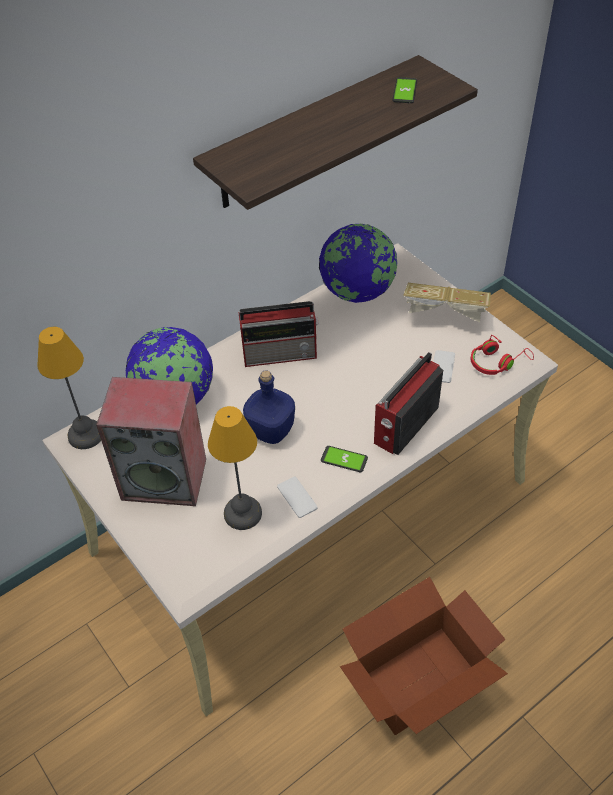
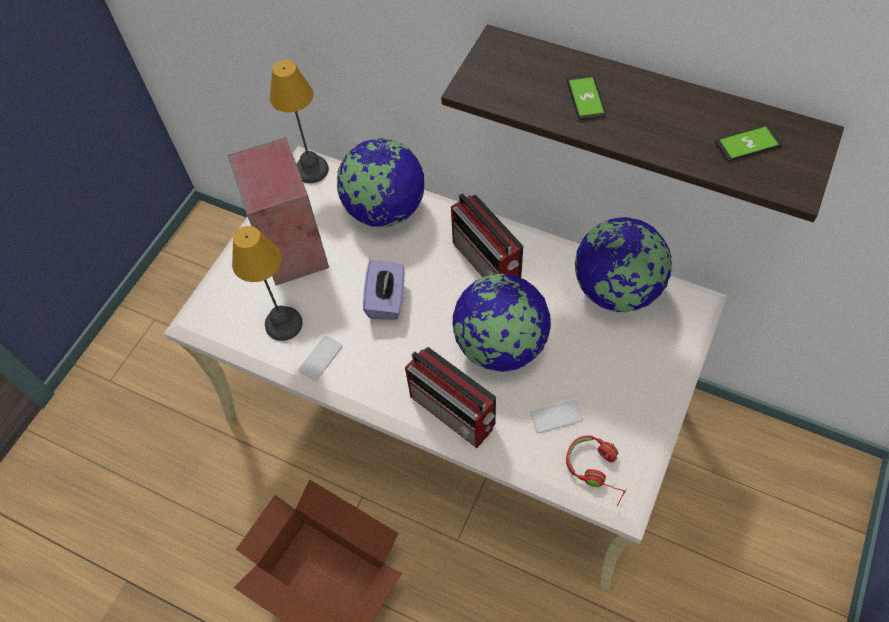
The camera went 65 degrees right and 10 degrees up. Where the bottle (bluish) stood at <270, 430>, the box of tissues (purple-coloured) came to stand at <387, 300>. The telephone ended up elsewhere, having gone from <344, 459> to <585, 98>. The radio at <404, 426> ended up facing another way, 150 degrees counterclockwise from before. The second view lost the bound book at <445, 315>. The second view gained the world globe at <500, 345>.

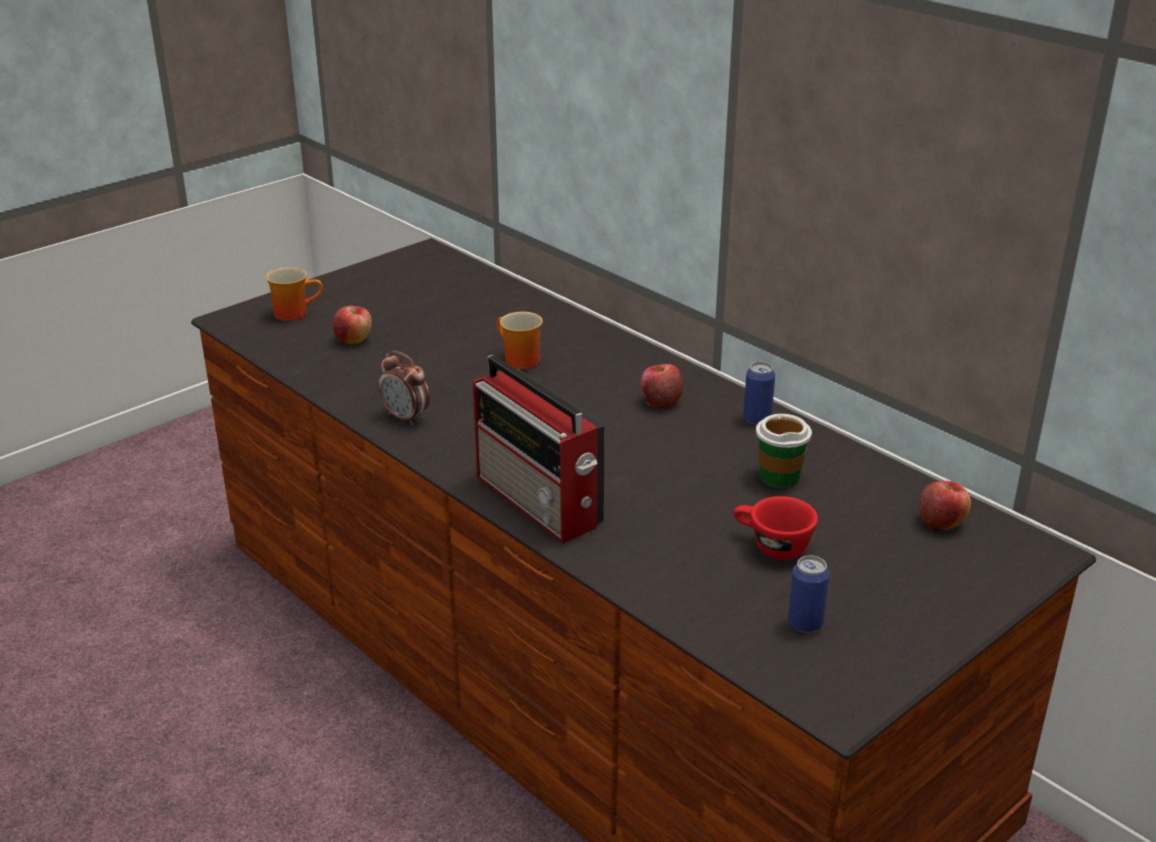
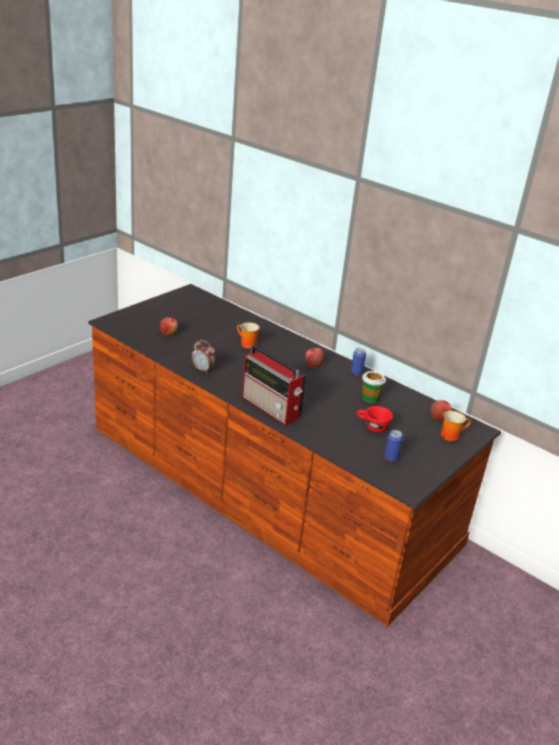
The camera went 10 degrees left and 0 degrees up. The coffee mug ended up elsewhere, having gone from <295, 313> to <451, 435>.

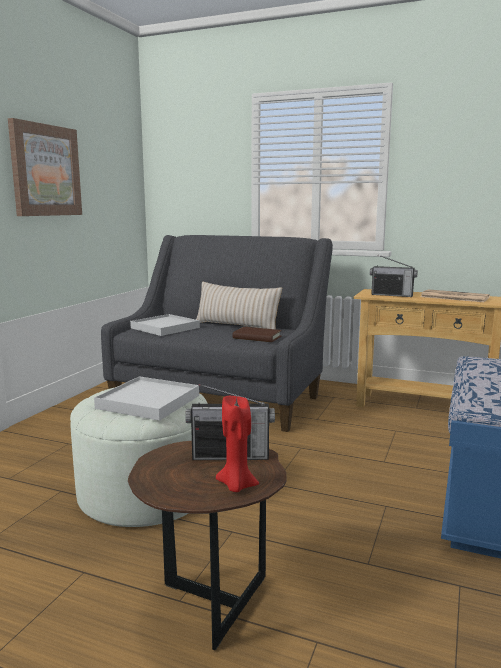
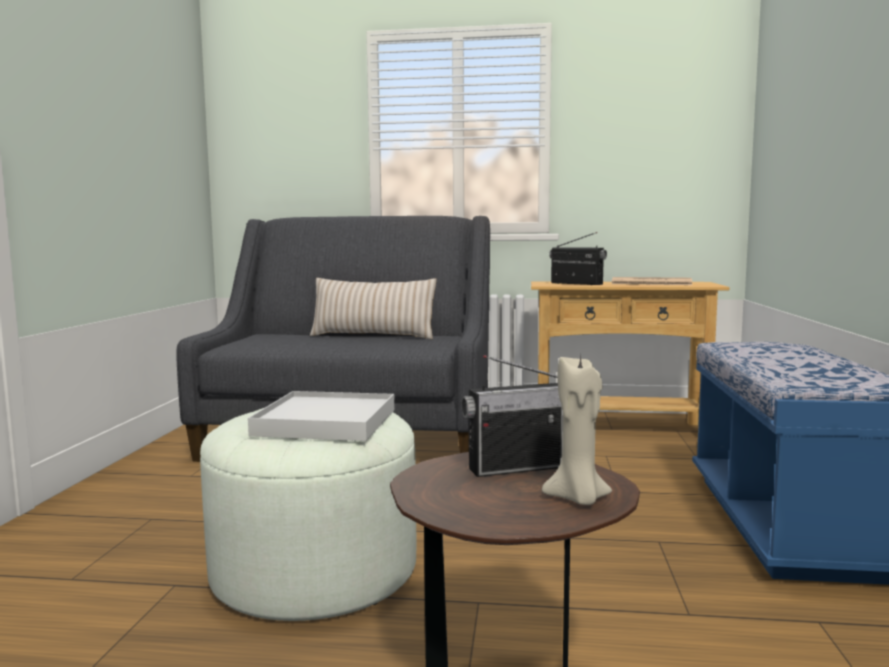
The camera went 15 degrees left and 5 degrees down. The second view lost the wall picture at <45, 170>. The second view lost the serving tray (white-coloured) at <165, 328>. What was the wax light (reddish) at <236, 486> turned into the wax light (beige) at <578, 499>. The second view lost the bound book (brown) at <257, 337>. The radio at <392, 295> ended up facing another way, 150 degrees counterclockwise from before.

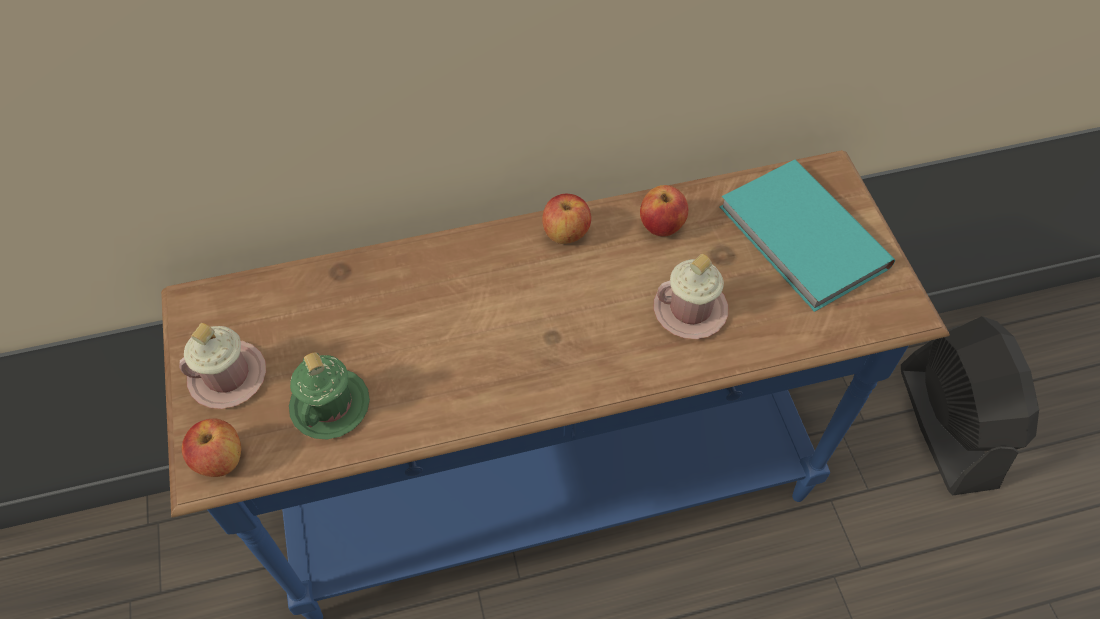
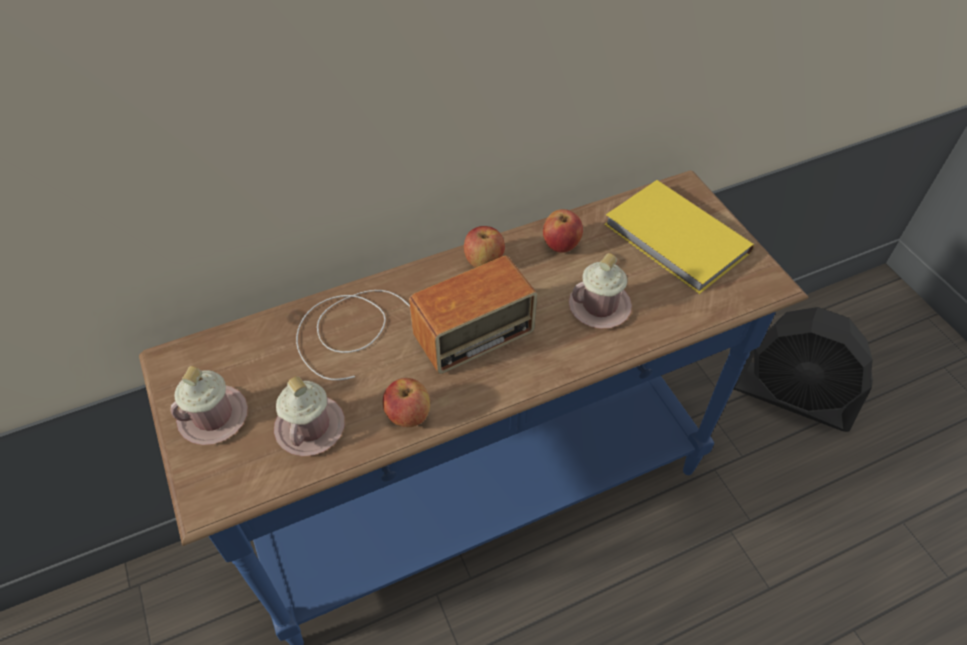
The camera went 10 degrees left and 5 degrees down. The whole apple ended up elsewhere, having gone from <220, 460> to <408, 415>. What was the coffee mug (green-coloured) at <330, 405> turned into the coffee mug (pink-coloured) at <310, 427>. What was the bound book (turquoise) at <801, 240> turned into the bound book (yellow-coloured) at <675, 241>. The cooling fan (blackish) at <946, 425> ended up facing another way, 135 degrees clockwise from before. The second view gained the radio at <404, 330>.

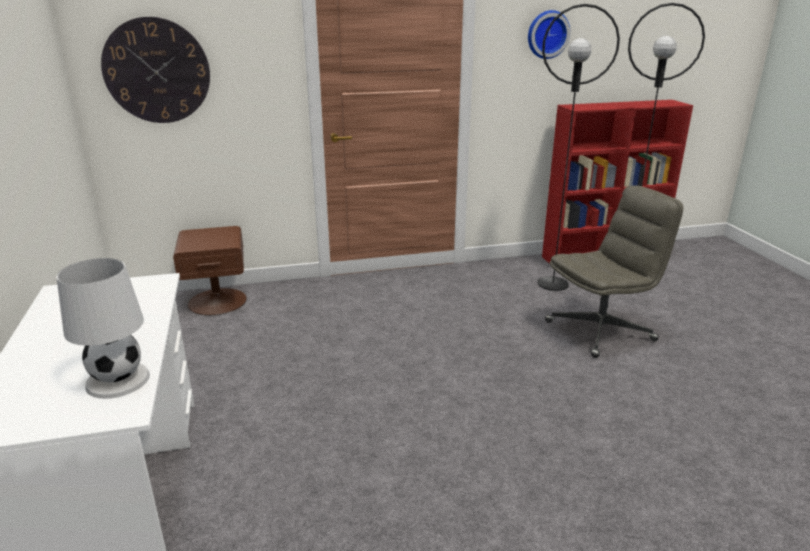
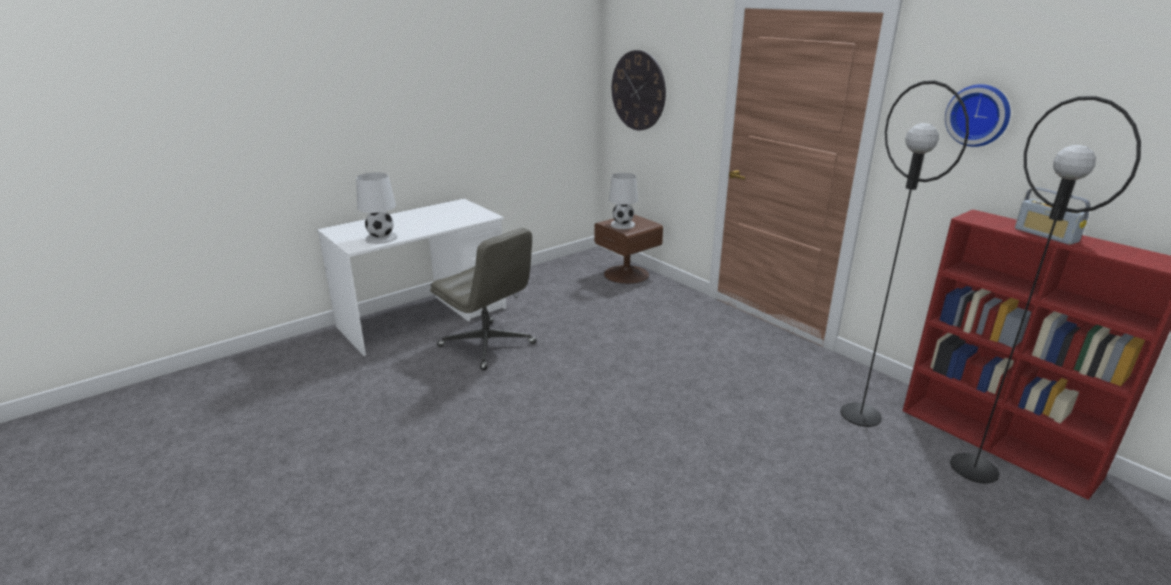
The camera went 65 degrees right and 0 degrees up. The computer chair (grey) ended up elsewhere, having gone from <600, 330> to <488, 345>. The second view gained the table lamp (white-coloured) at <622, 225>. The second view gained the radio at <1046, 235>.

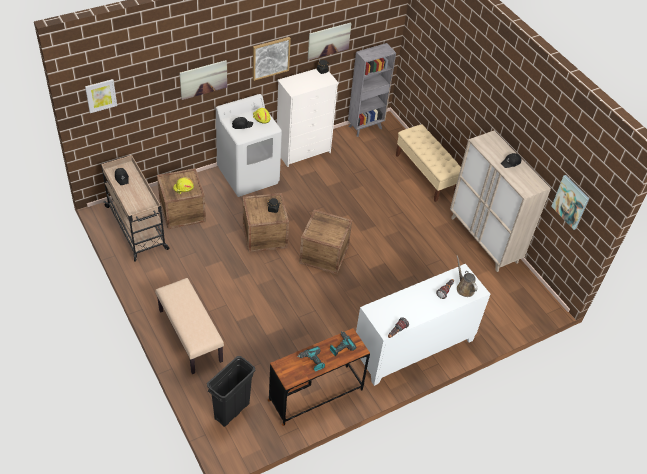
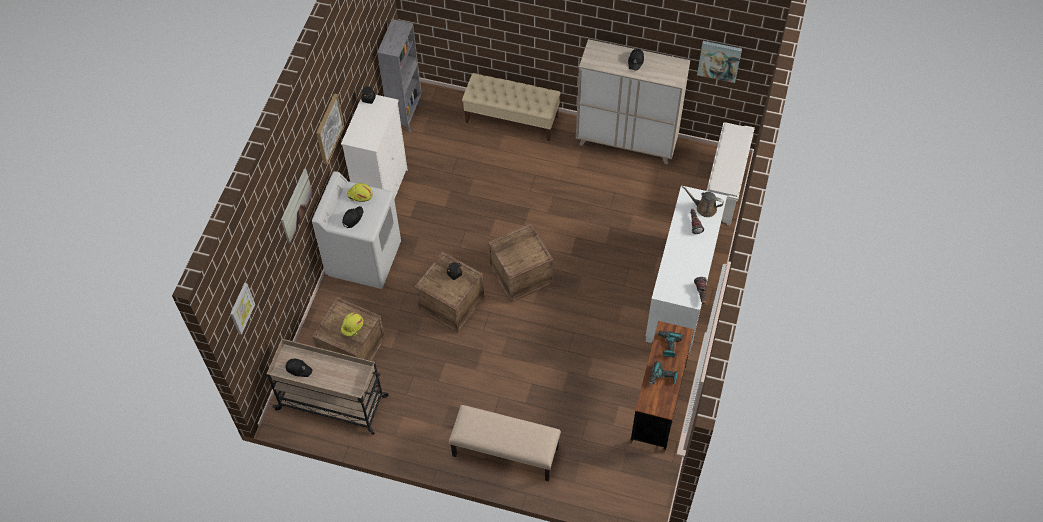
The camera went 40 degrees left and 10 degrees up. The second view lost the rubbish bin (blackish) at <231, 411>. The second view lost the wall picture at <329, 41>. The second view gained the shoe shelf (white-coloured) at <724, 189>.

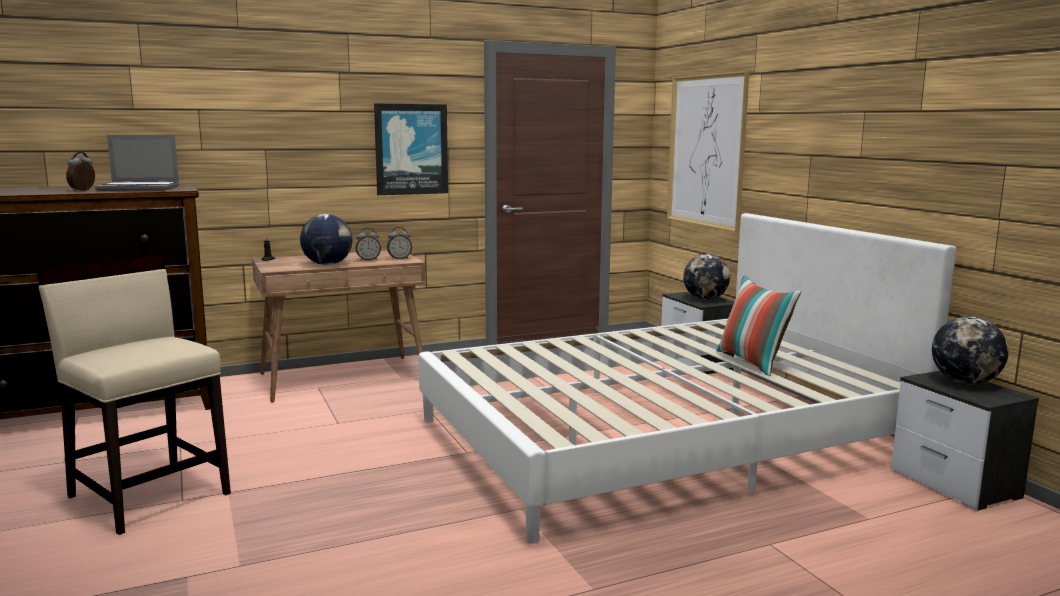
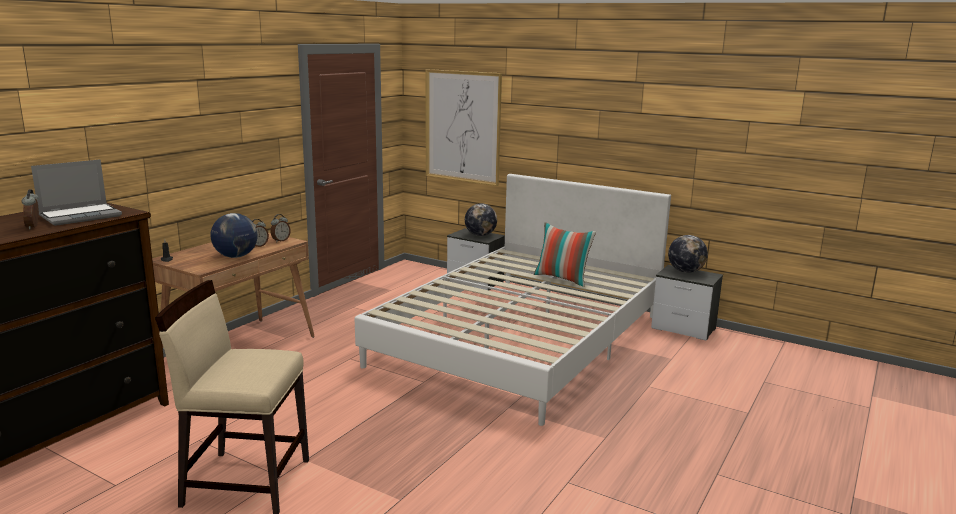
The camera went 35 degrees left and 5 degrees up. The second view lost the wall picture at <411, 149>.

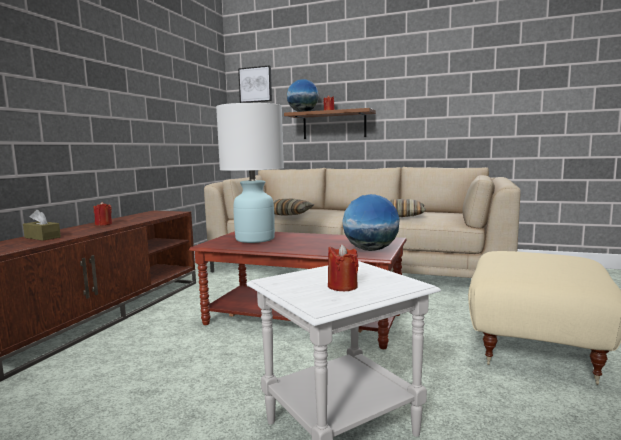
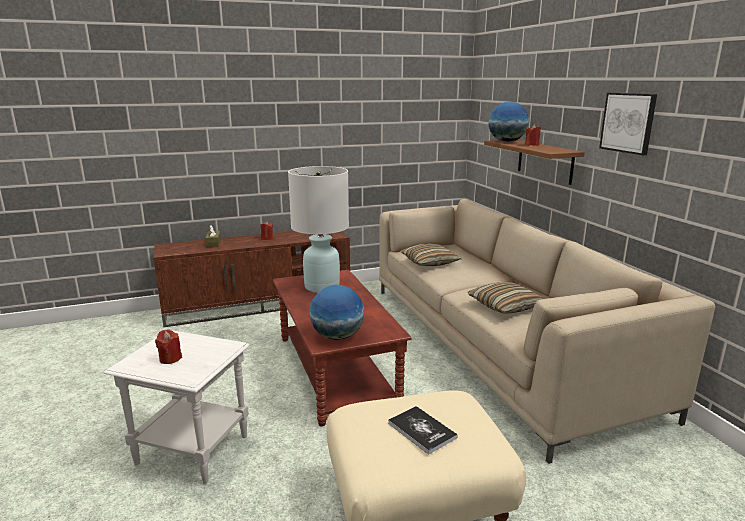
The camera went 50 degrees right and 10 degrees up. The wall picture ended up elsewhere, having gone from <255, 84> to <628, 122>. The second view gained the bound book at <422, 430>.

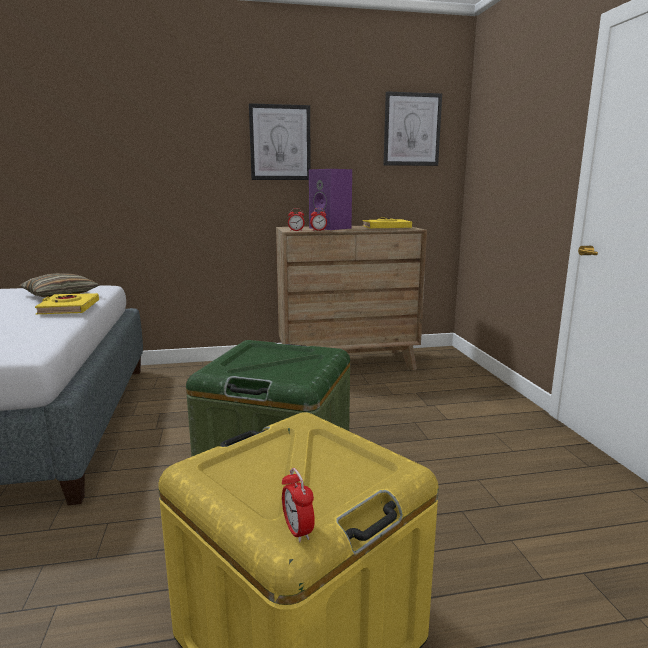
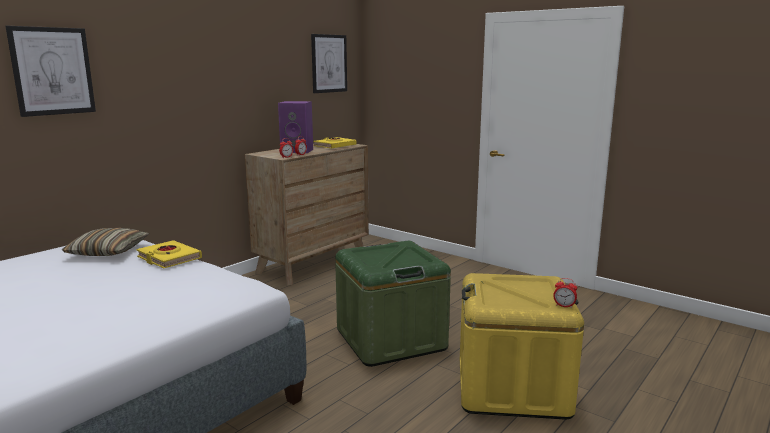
The camera went 40 degrees left and 0 degrees up. The wall picture ended up elsewhere, having gone from <280, 143> to <52, 71>.

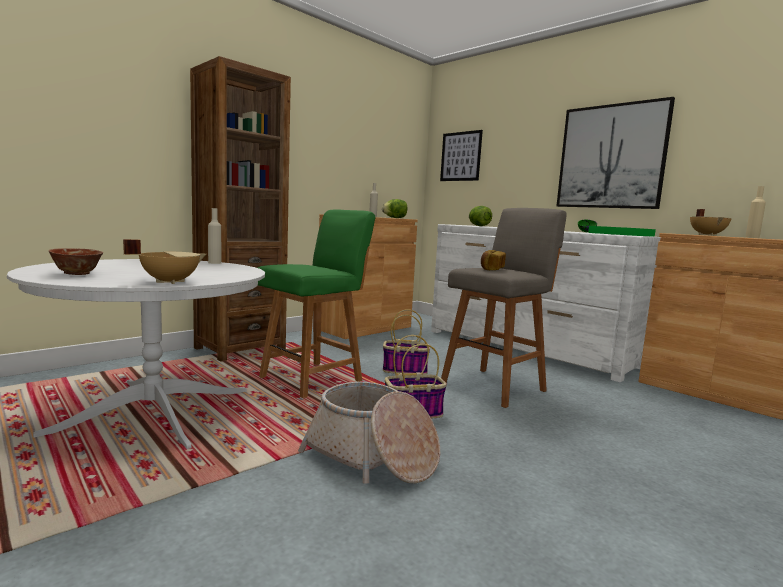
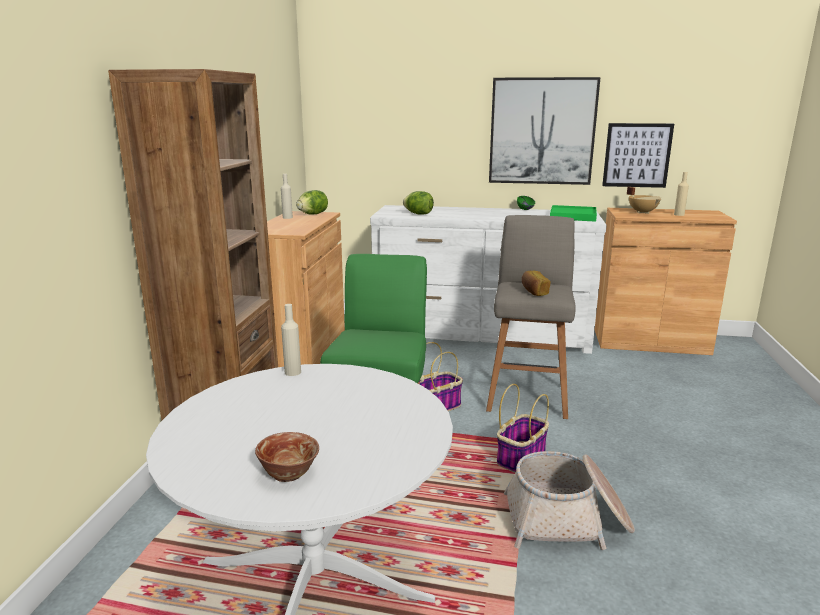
The camera went 35 degrees left and 10 degrees up. The second view lost the stockpot (beige) at <169, 282>. The wall picture ended up elsewhere, having gone from <460, 156> to <637, 155>.

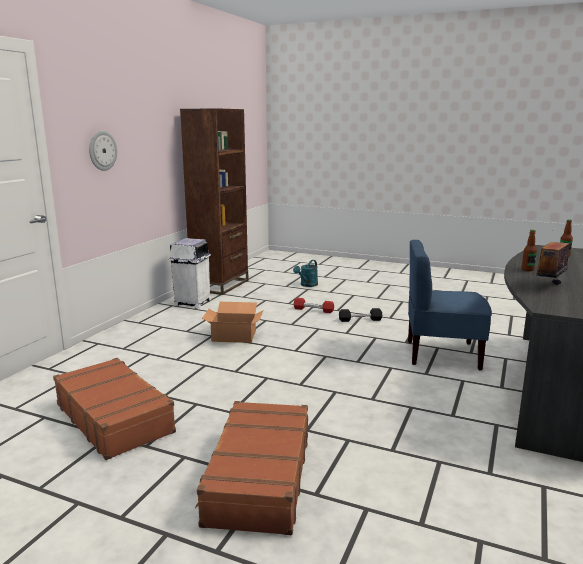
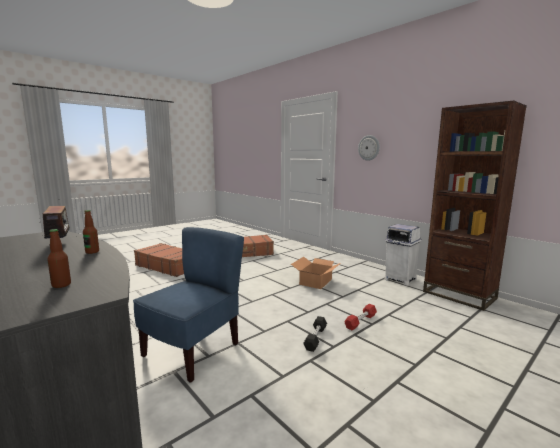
The camera went 115 degrees right and 5 degrees down. The second view lost the sprinkling can (turquoise) at <307, 285>.

